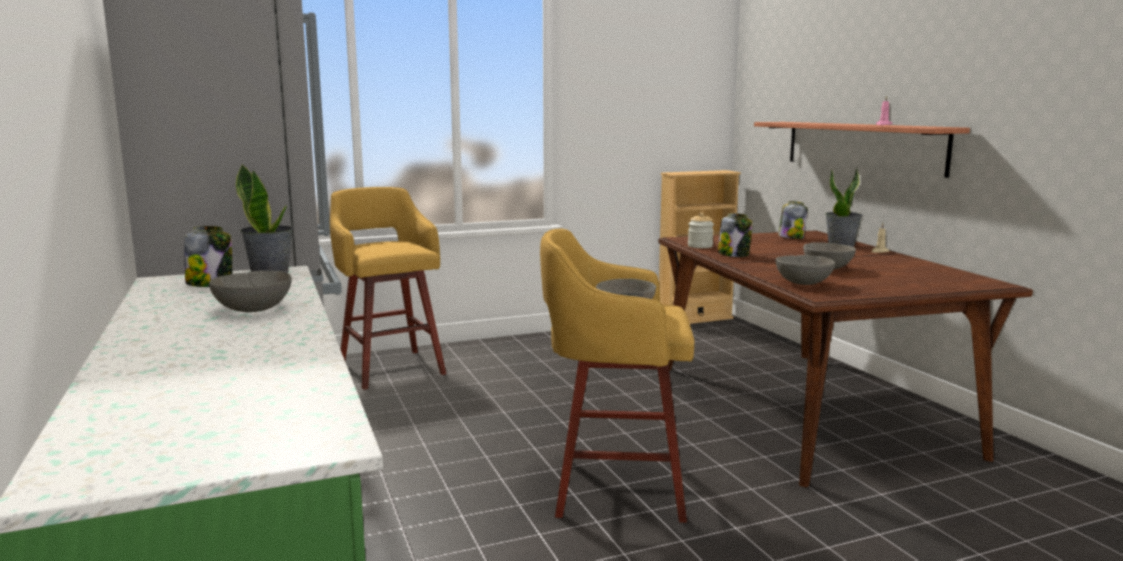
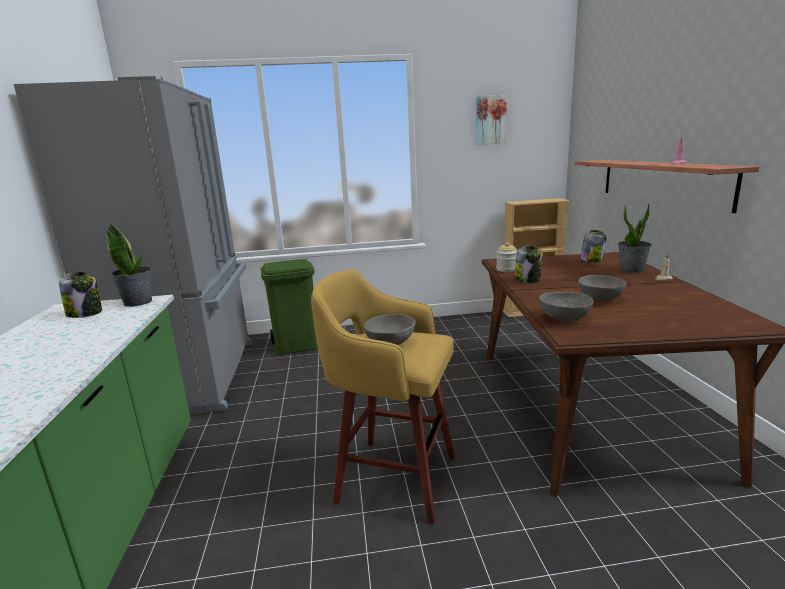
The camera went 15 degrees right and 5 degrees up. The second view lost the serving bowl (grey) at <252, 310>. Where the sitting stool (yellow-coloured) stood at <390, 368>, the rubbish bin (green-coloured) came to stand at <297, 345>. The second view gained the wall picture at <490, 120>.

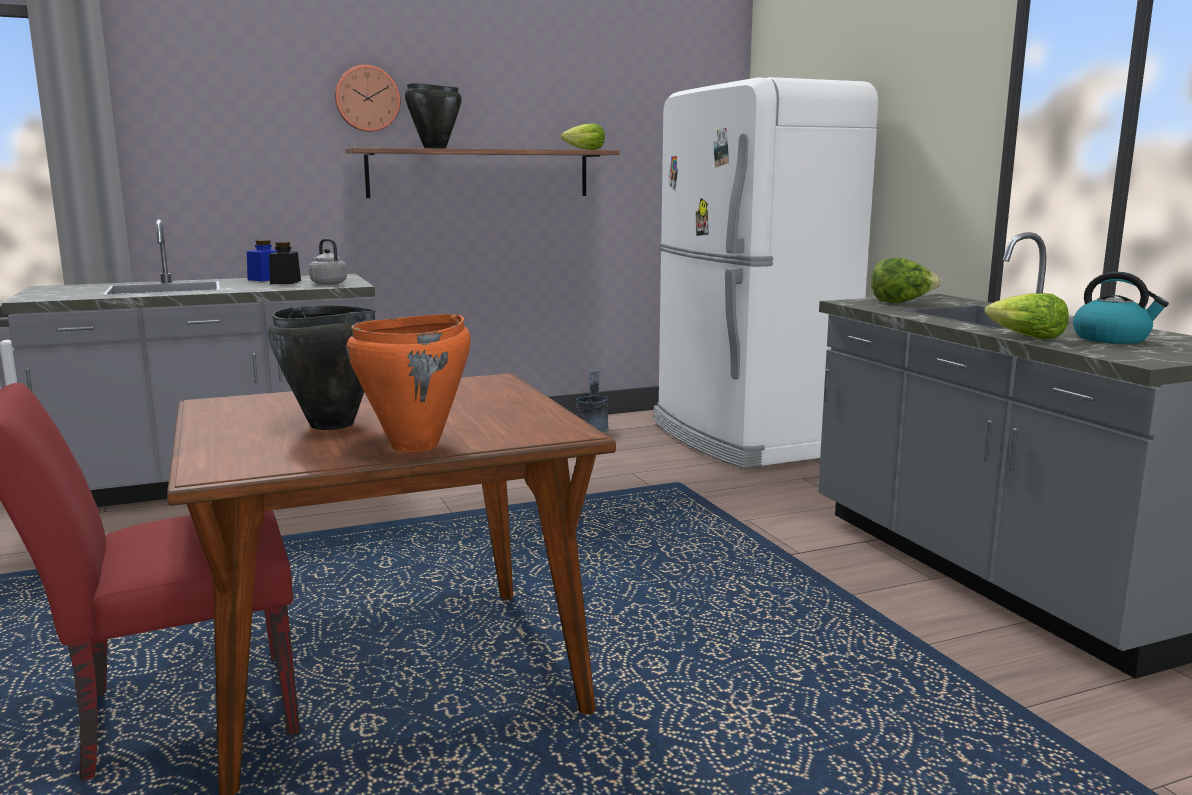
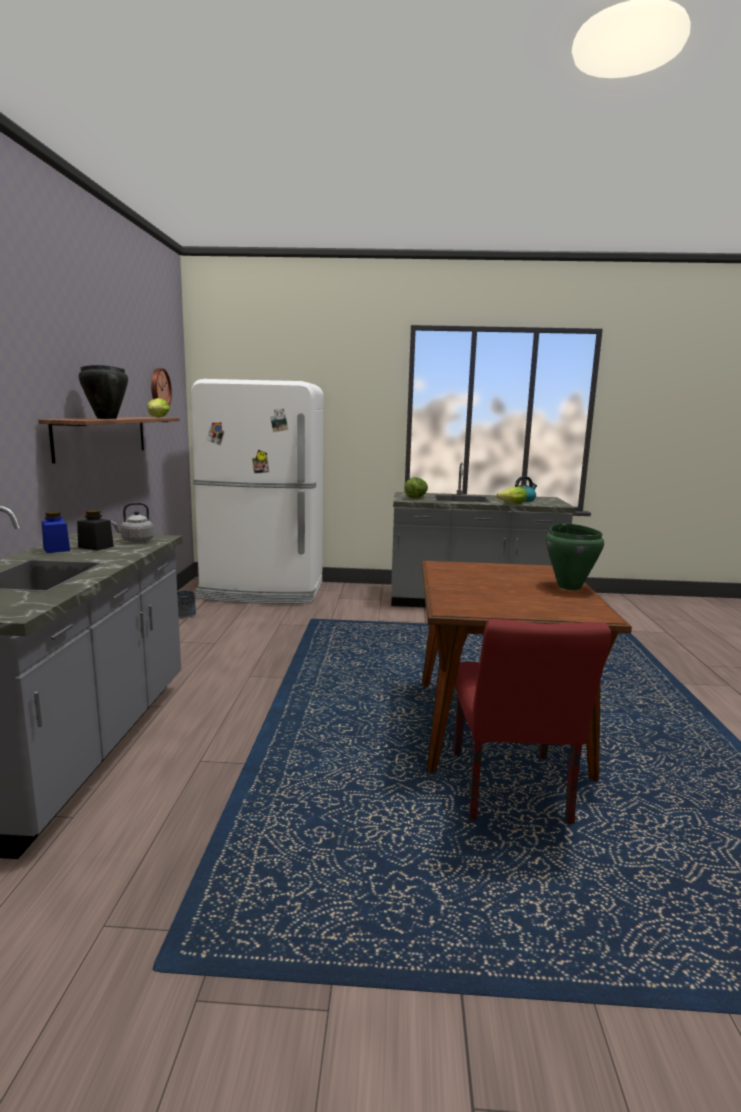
The camera went 65 degrees left and 0 degrees up. The second view lost the stockpot (blackish) at <331, 424>. The wall clock ended up elsewhere, having gone from <367, 98> to <159, 389>. What was the stockpot (orangey) at <416, 445> turned into the stockpot (green-coloured) at <569, 587>.

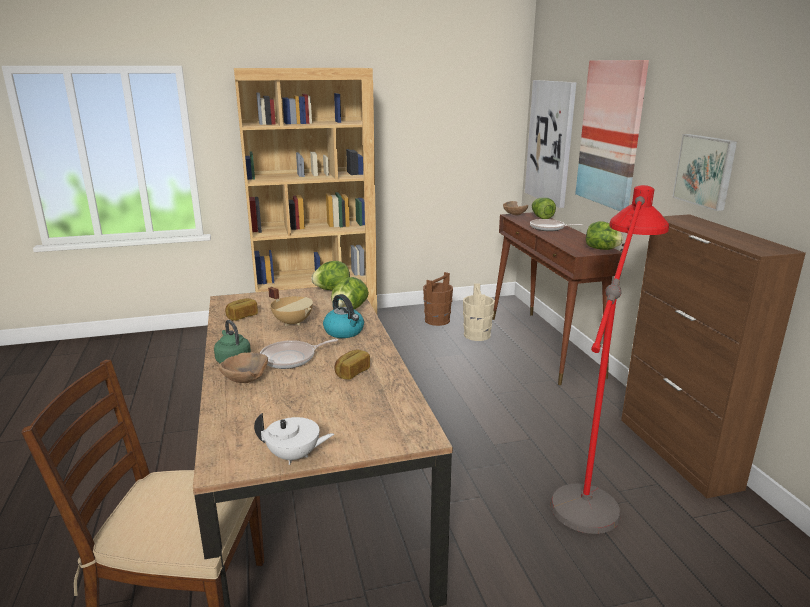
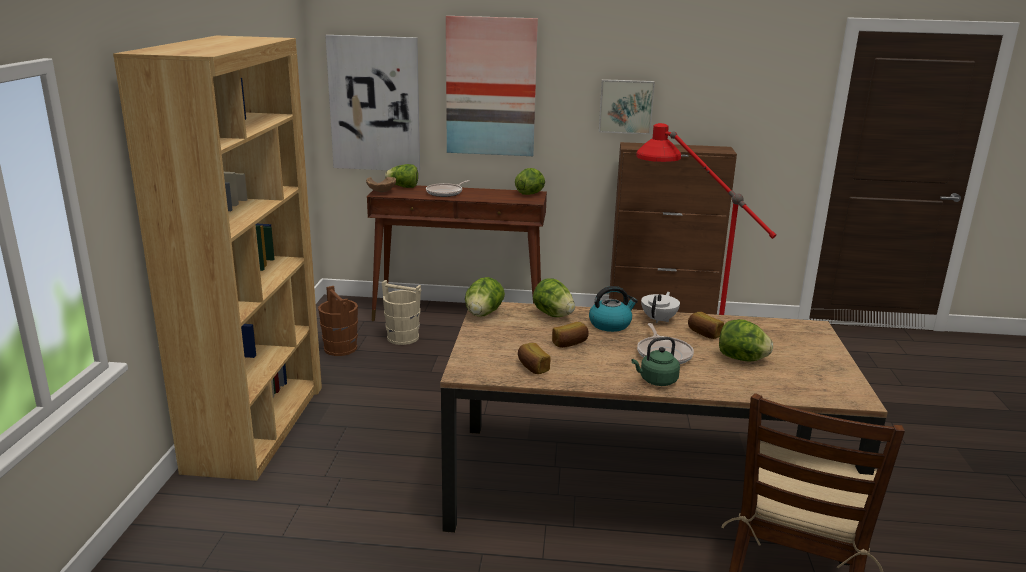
The camera went 70 degrees left and 0 degrees up. The second view lost the serving bowl (brown) at <244, 380>. The pot for tea (white-coloured) ended up elsewhere, having gone from <294, 456> to <659, 319>. Where the stockpot (beige) stood at <293, 322>, the bakery bread came to stand at <570, 343>. The second view gained the lettuce head at <742, 359>.

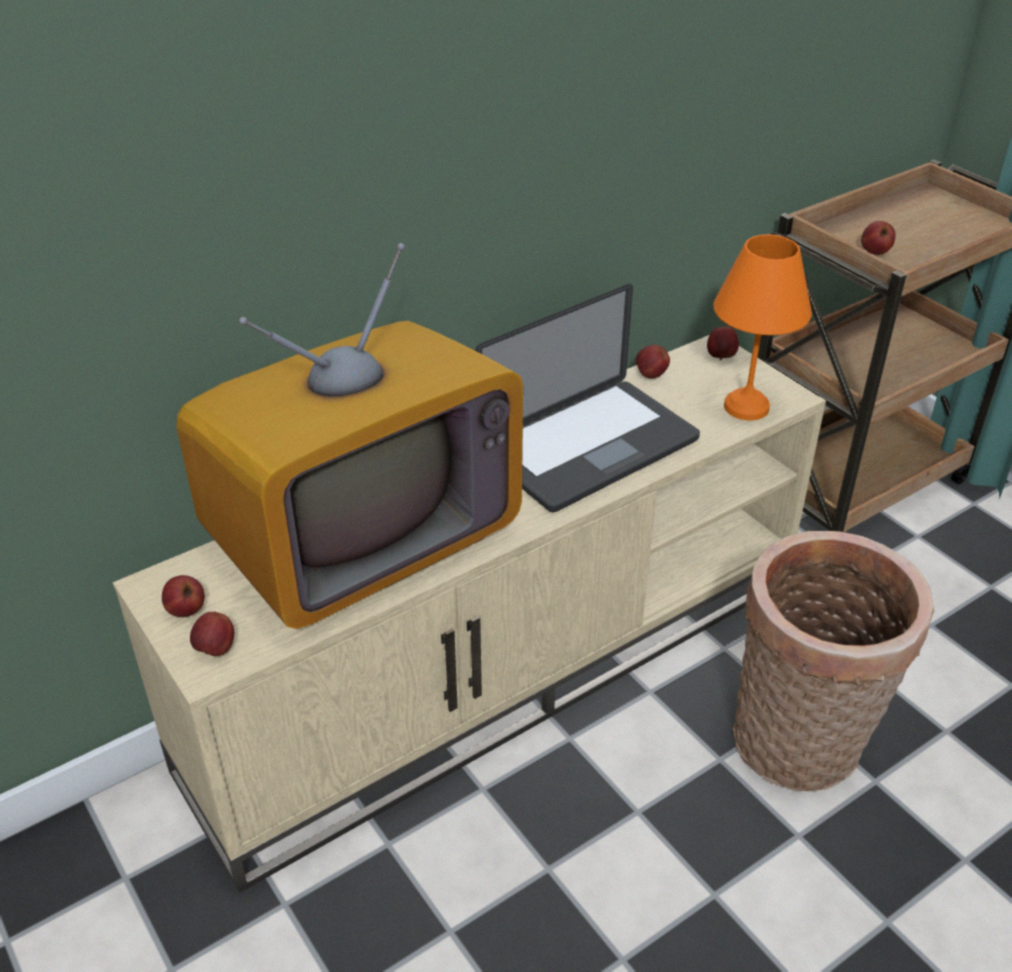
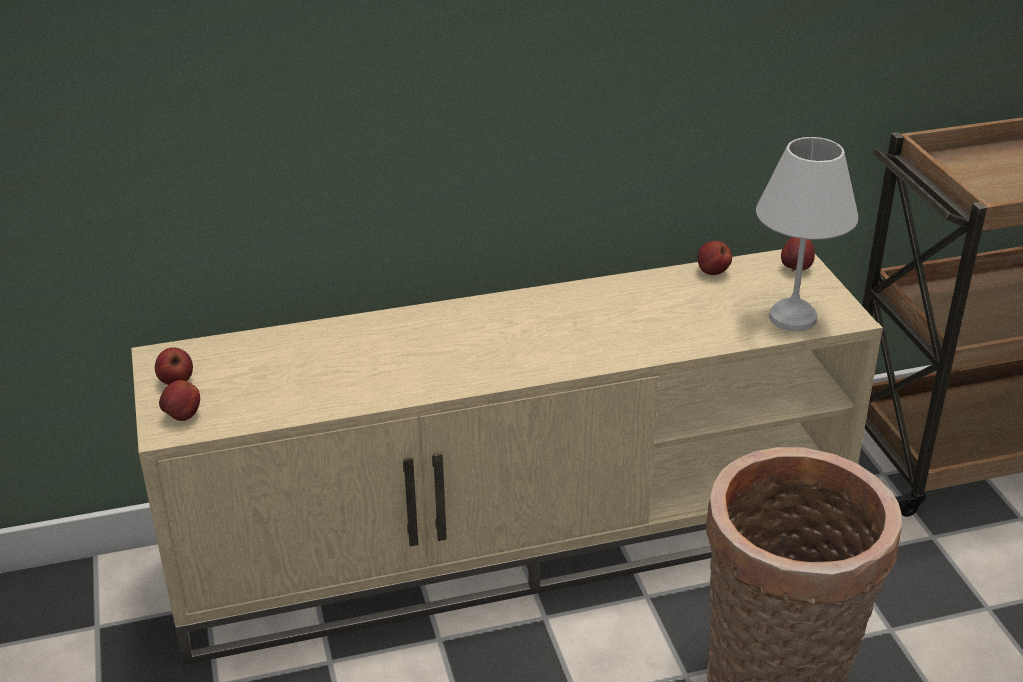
The camera went 20 degrees right and 5 degrees down. The second view lost the TV set at <362, 538>. The second view lost the notebook computer at <589, 447>. What was the table lamp (orangey) at <744, 408> turned into the table lamp (white-coloured) at <790, 318>. The second view lost the whole apple at <874, 252>.

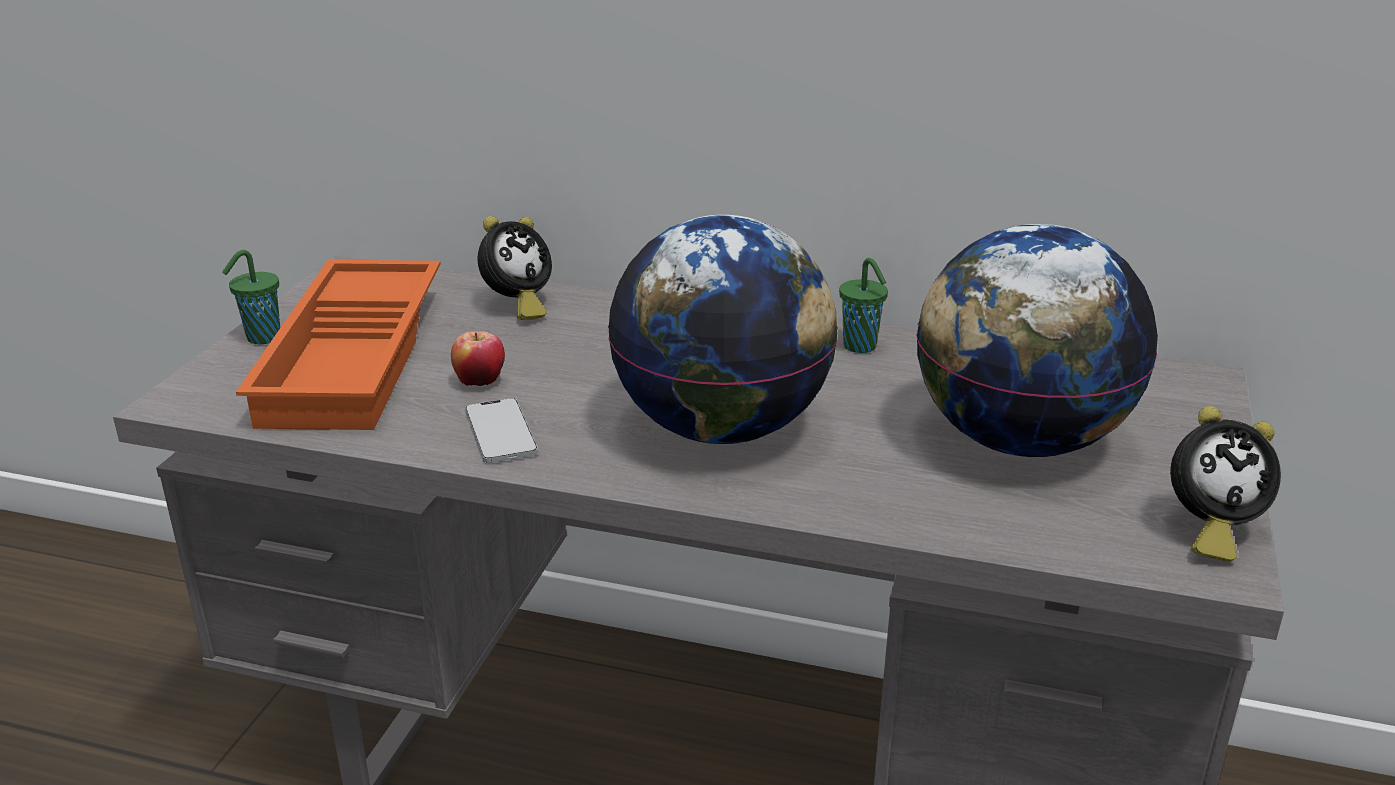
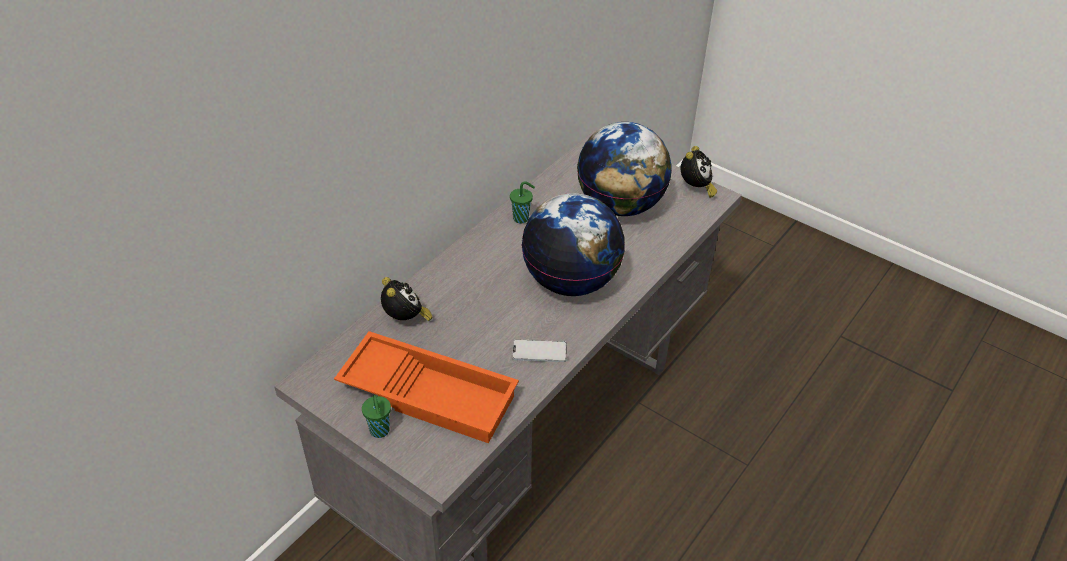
The camera went 70 degrees left and 15 degrees up. The second view lost the whole apple at <480, 382>.

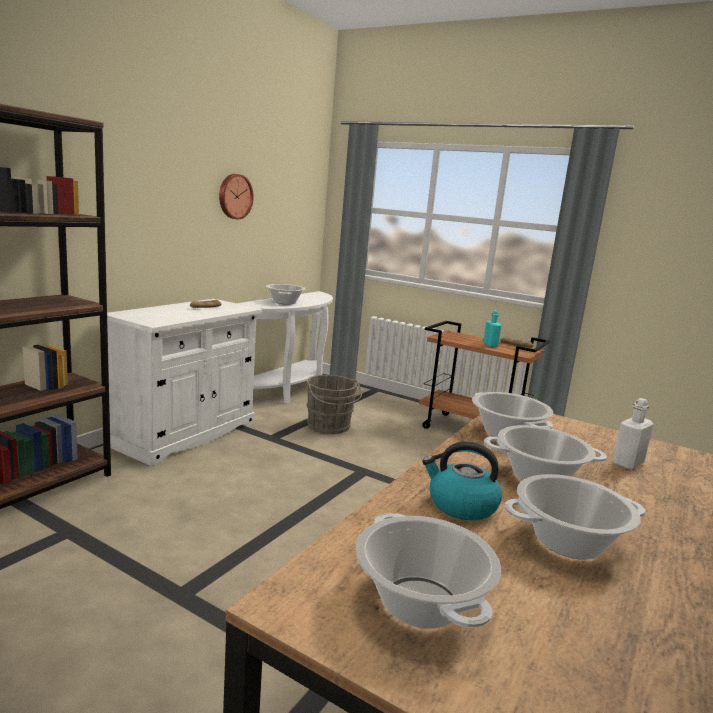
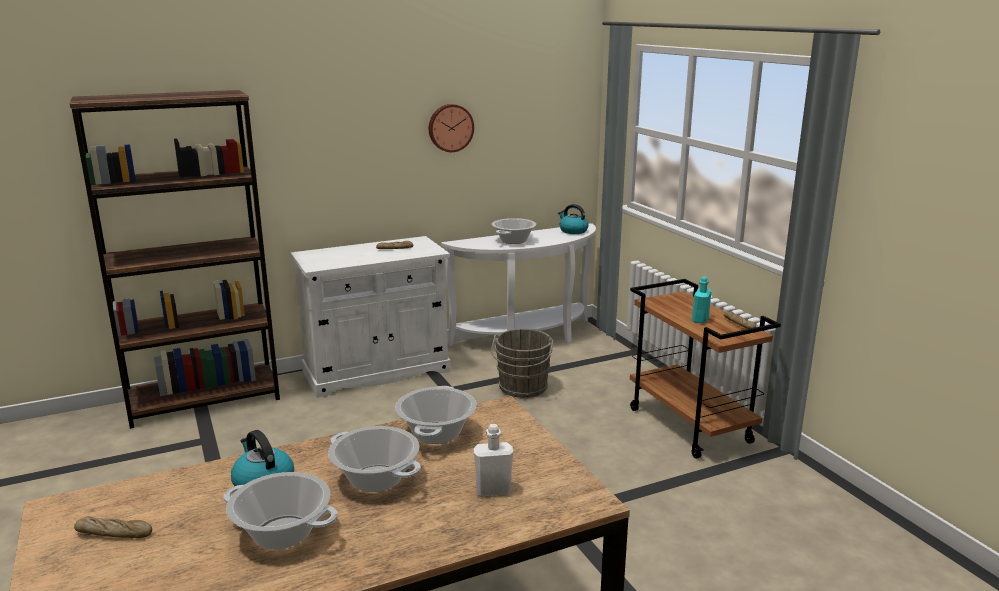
The camera went 35 degrees right and 5 degrees up. Where the stockpot stood at <420, 603>, the bakery bread came to stand at <114, 533>. The second view gained the kettle at <573, 231>.

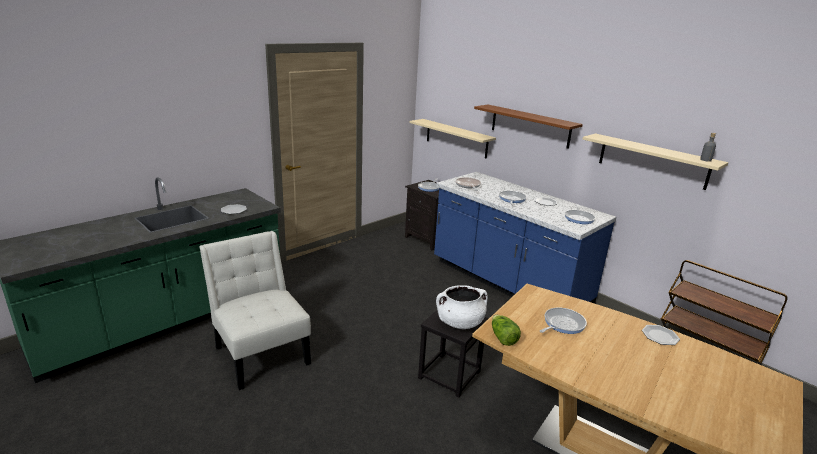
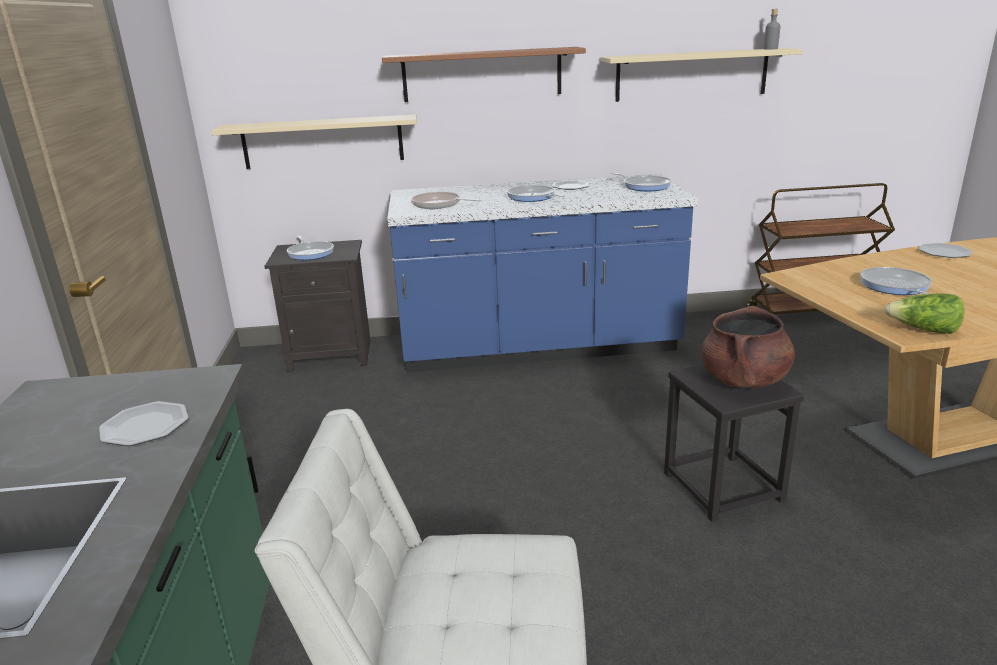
The camera went 50 degrees left and 0 degrees up. What was the stockpot (white-coloured) at <459, 323> turned into the stockpot (brown) at <744, 380>.

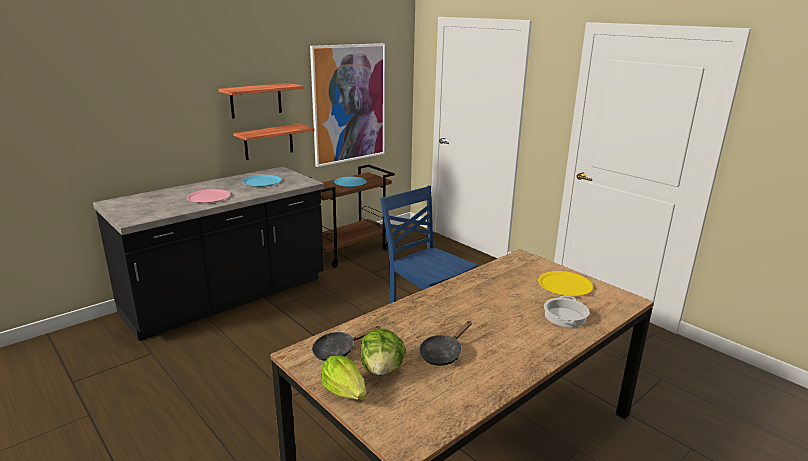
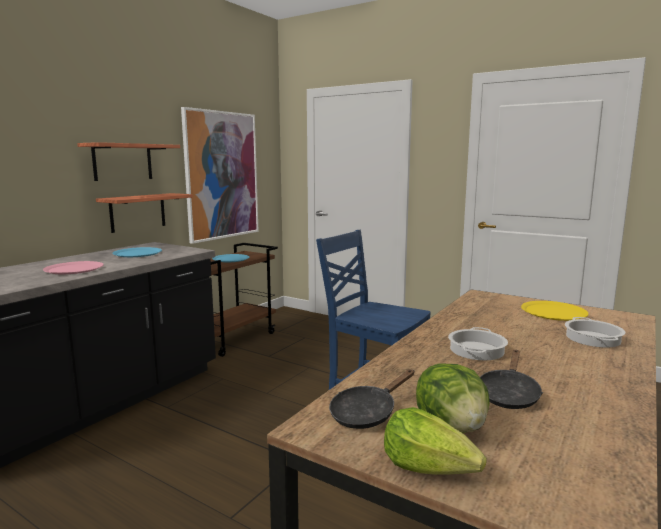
The camera went 15 degrees left and 10 degrees down. The second view gained the stockpot at <477, 350>.

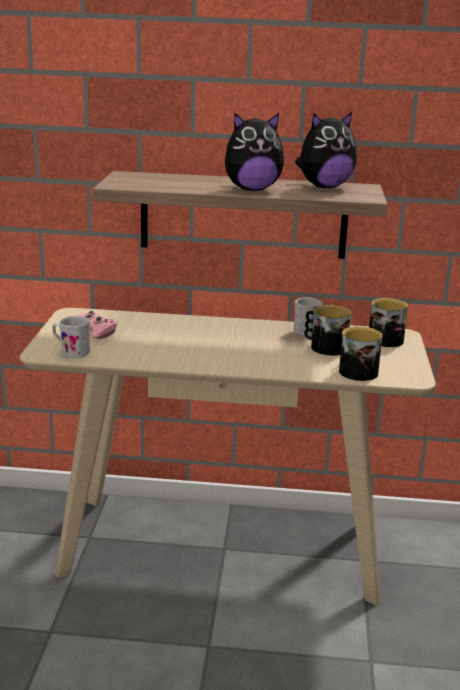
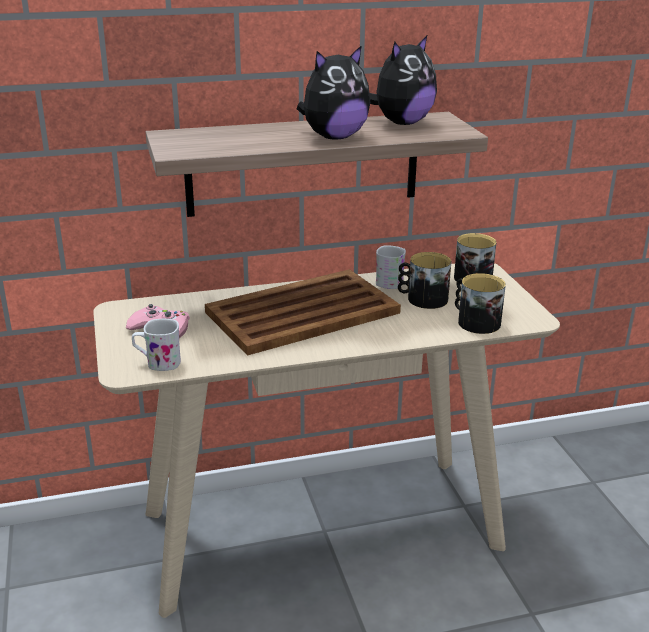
The camera went 20 degrees left and 5 degrees up. The second view gained the serving tray (brown) at <304, 312>.

